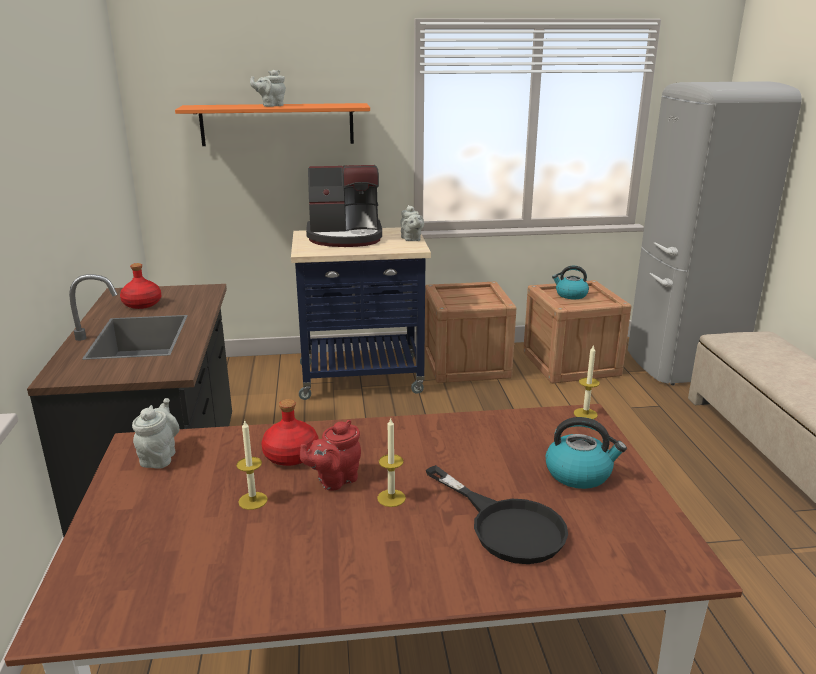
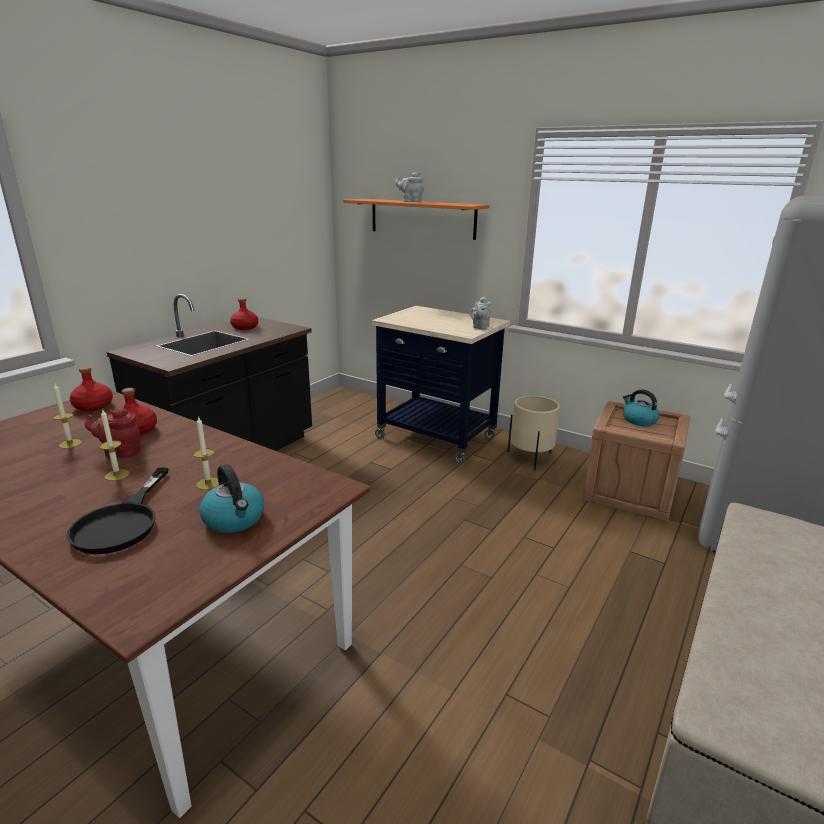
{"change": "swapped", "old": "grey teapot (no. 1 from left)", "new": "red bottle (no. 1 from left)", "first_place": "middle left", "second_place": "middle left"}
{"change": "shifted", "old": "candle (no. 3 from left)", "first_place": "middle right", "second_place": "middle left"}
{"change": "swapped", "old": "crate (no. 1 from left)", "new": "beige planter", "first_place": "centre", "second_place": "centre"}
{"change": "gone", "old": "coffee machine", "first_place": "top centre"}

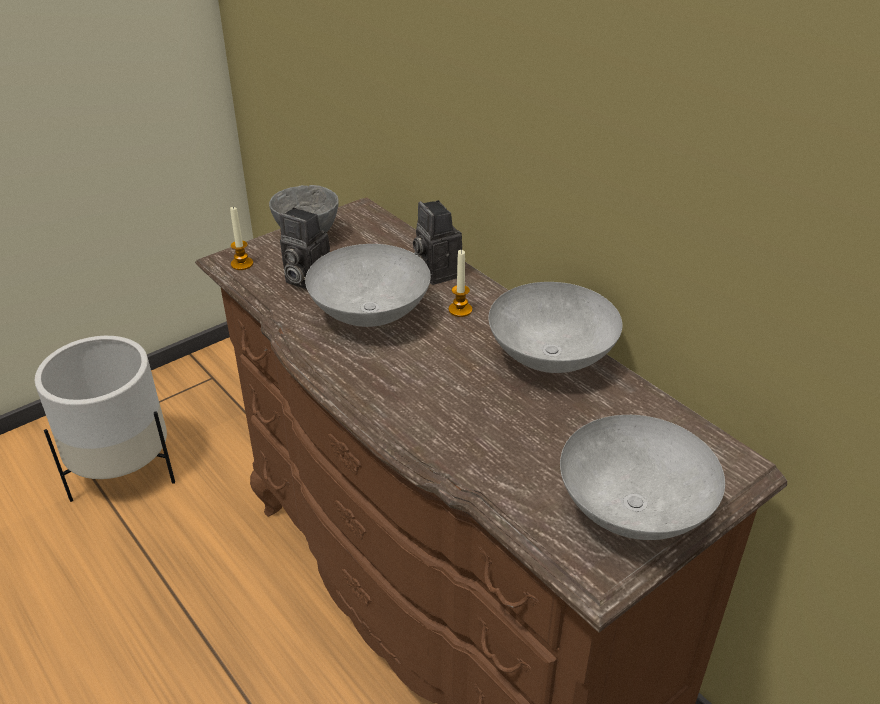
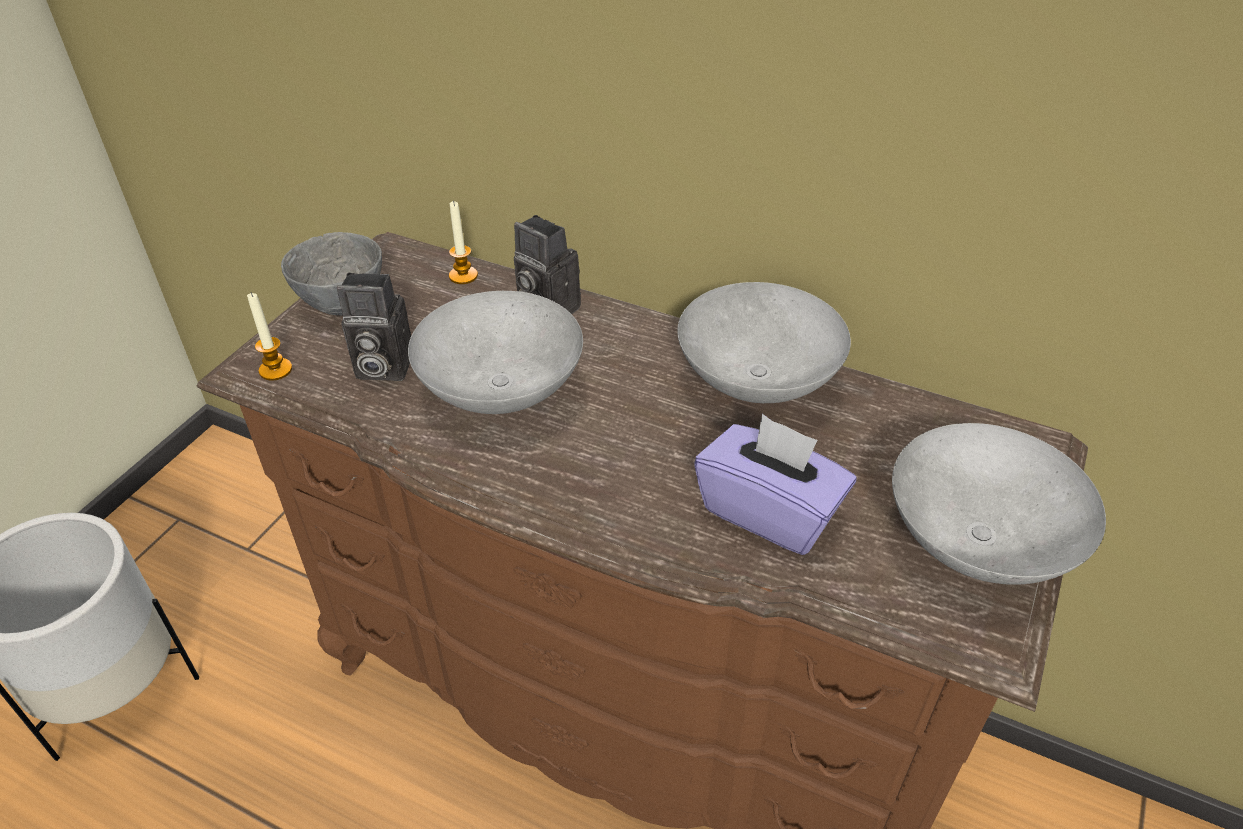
{"change": "shifted", "old": "candle (no. 2 from left)", "first_place": "centre", "second_place": "top centre"}
{"change": "new", "new": "purple tissue box", "second_place": "centre"}

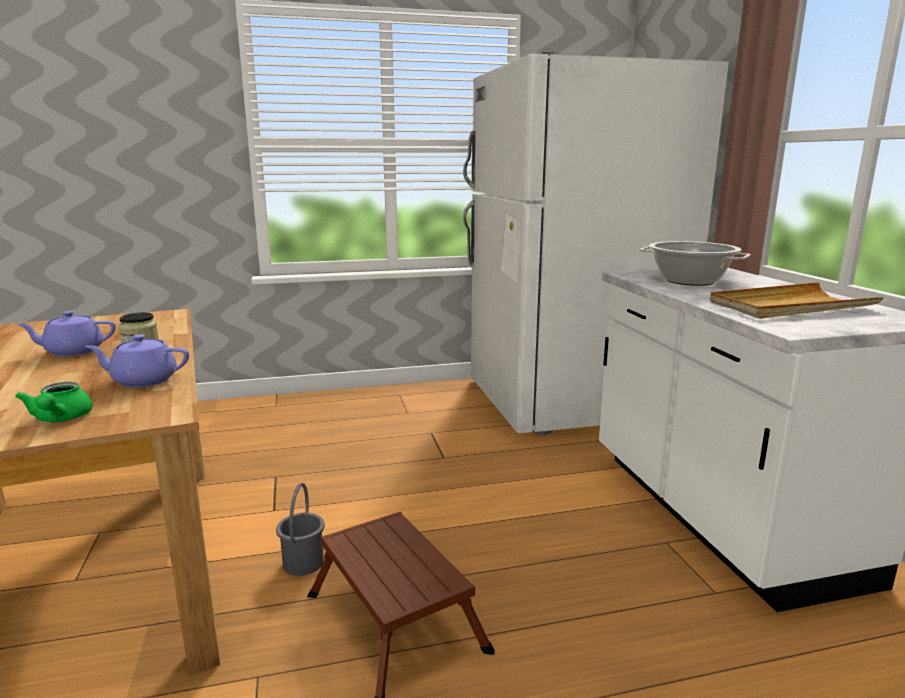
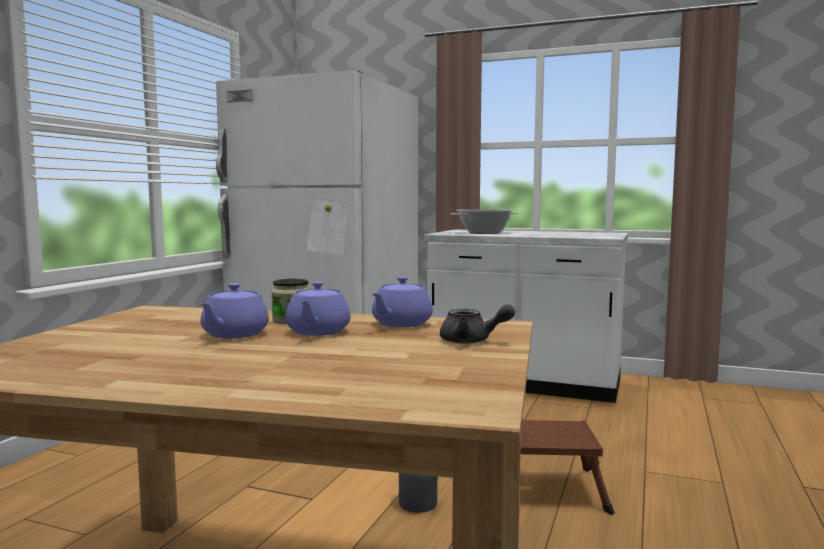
{"change": "new", "new": "purple teapot (no. 2 from left)", "second_place": "centre"}
{"change": "repainted", "old": "green teapot", "new": "grey teapot", "first_place": "middle left", "second_place": "centre"}
{"change": "gone", "old": "beige tray", "first_place": "middle right"}

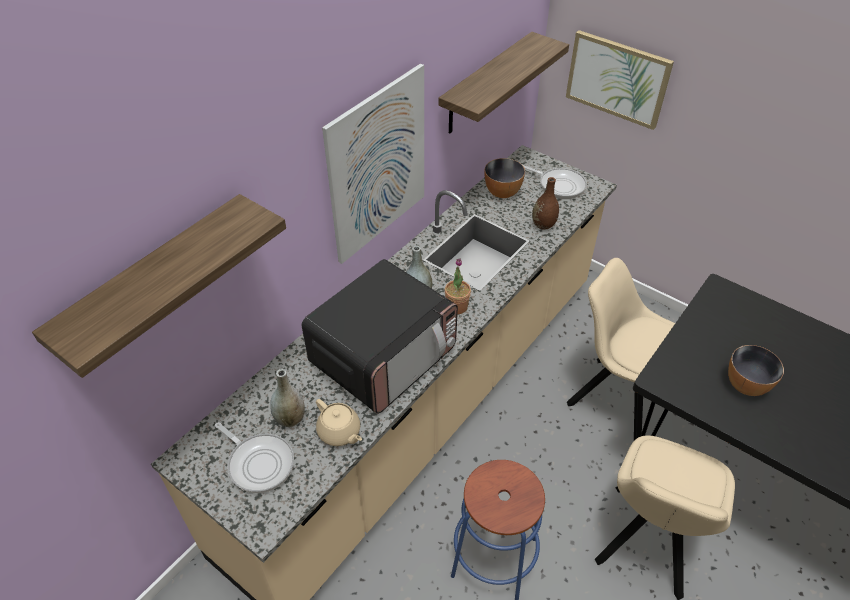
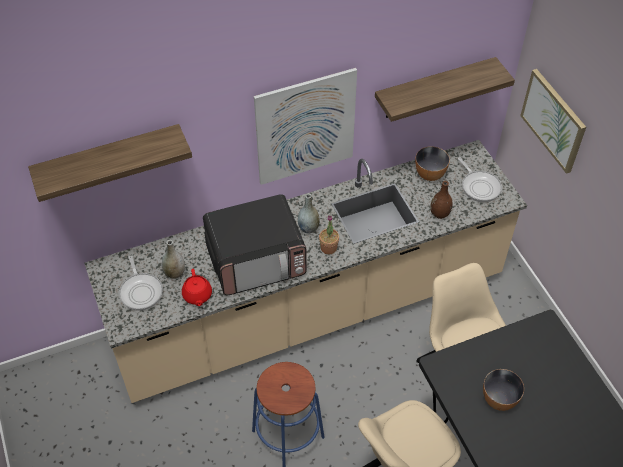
{"change": "repainted", "old": "beige teapot", "new": "red teapot", "first_place": "bottom centre", "second_place": "middle left"}

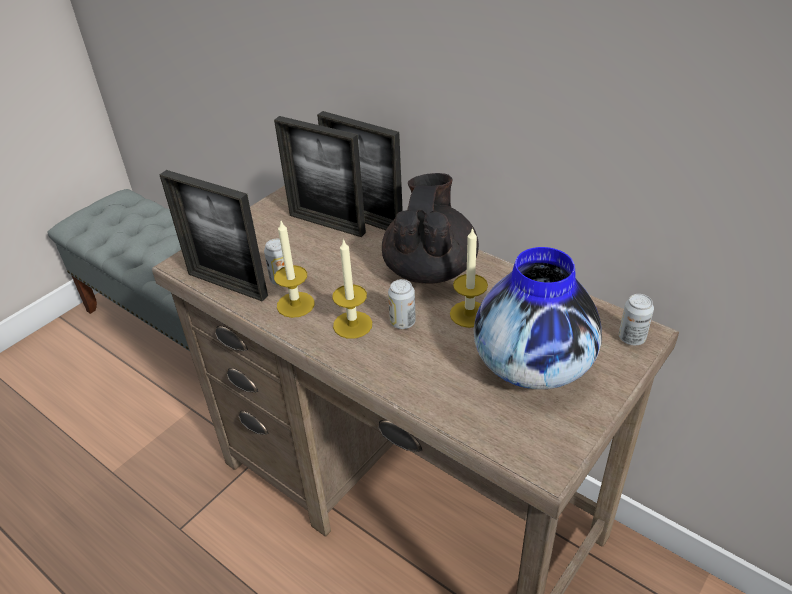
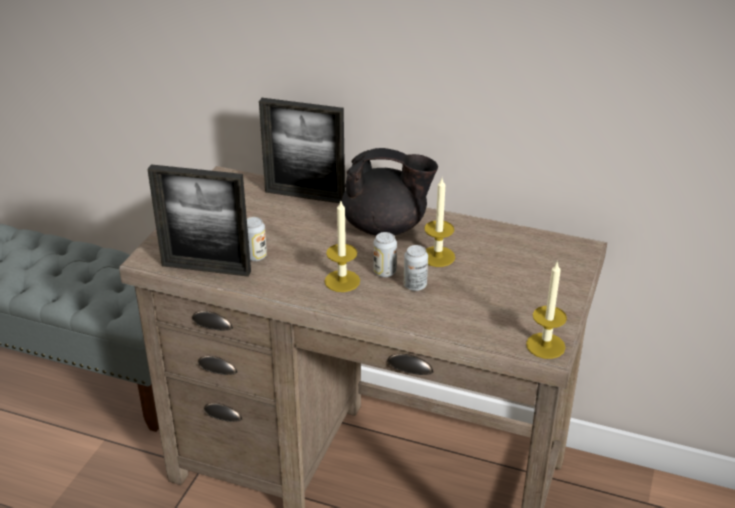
{"change": "rotated", "old": "black teapot", "first_place": "centre", "second_place": "centre", "degrees": 105}
{"change": "shifted", "old": "can (no. 3 from left)", "first_place": "middle right", "second_place": "centre"}
{"change": "shifted", "old": "candle (no. 1 from left in the first image)", "new": "candle (no. 3 from left)", "first_place": "centre", "second_place": "middle right"}
{"change": "gone", "old": "picture frame (no. 2 from left)", "first_place": "top centre"}
{"change": "gone", "old": "vase", "first_place": "middle right"}

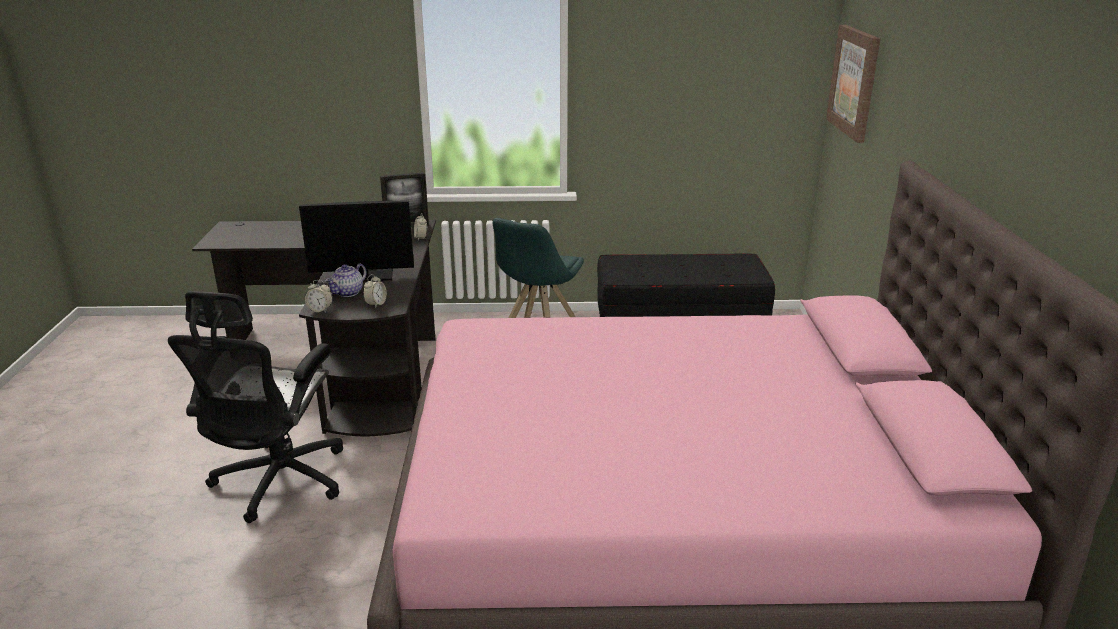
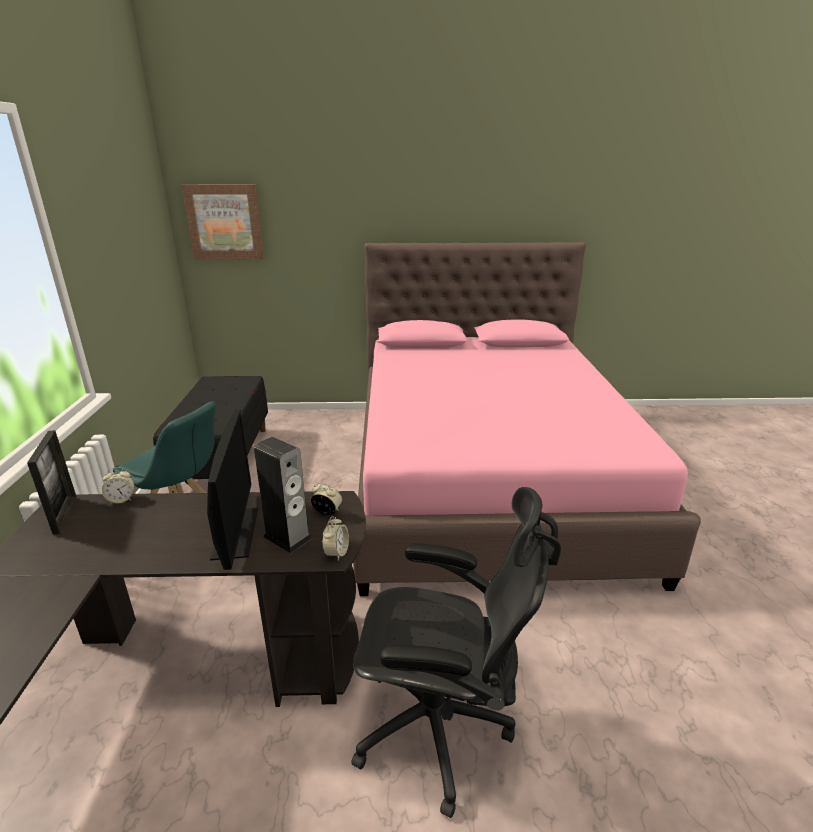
{"change": "swapped", "old": "teapot", "new": "speaker", "first_place": "middle left", "second_place": "centre"}

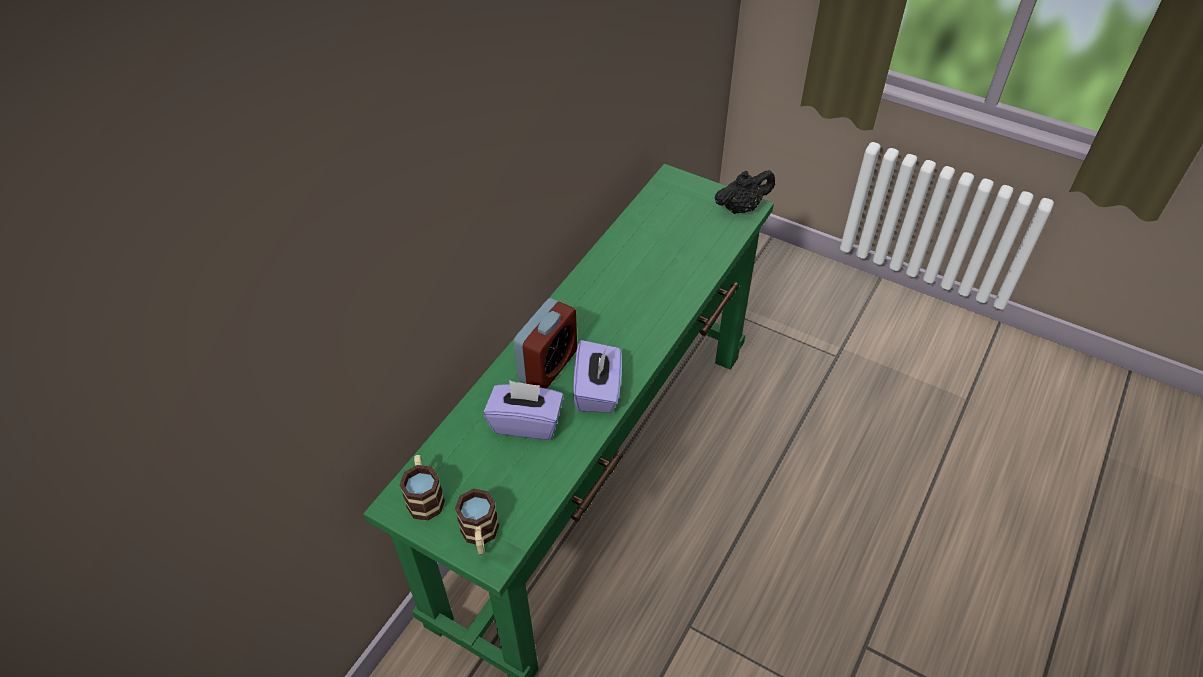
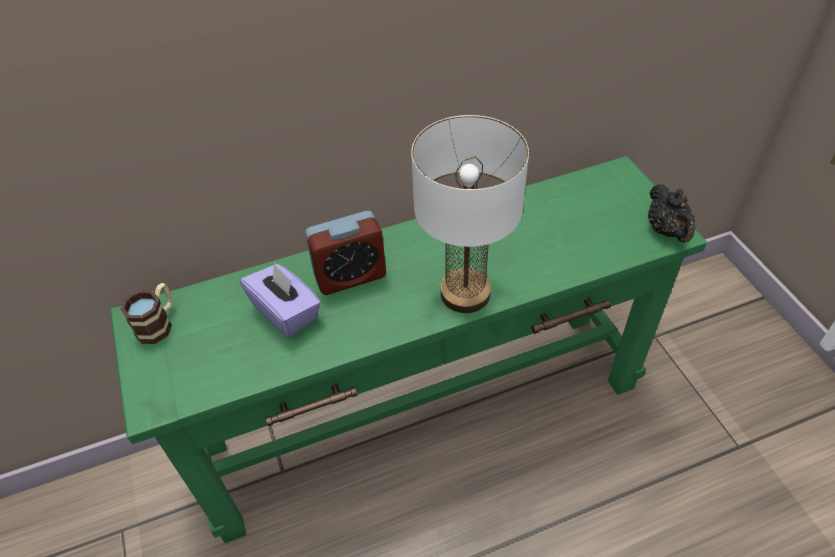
{"change": "new", "new": "table lamp", "second_place": "centre"}
{"change": "rotated", "old": "black teapot", "first_place": "top centre", "second_place": "middle right", "degrees": 60}
{"change": "gone", "old": "mug (no. 2 from left)", "first_place": "bottom centre"}
{"change": "gone", "old": "purple tissue box (no. 2 from left)", "first_place": "centre"}

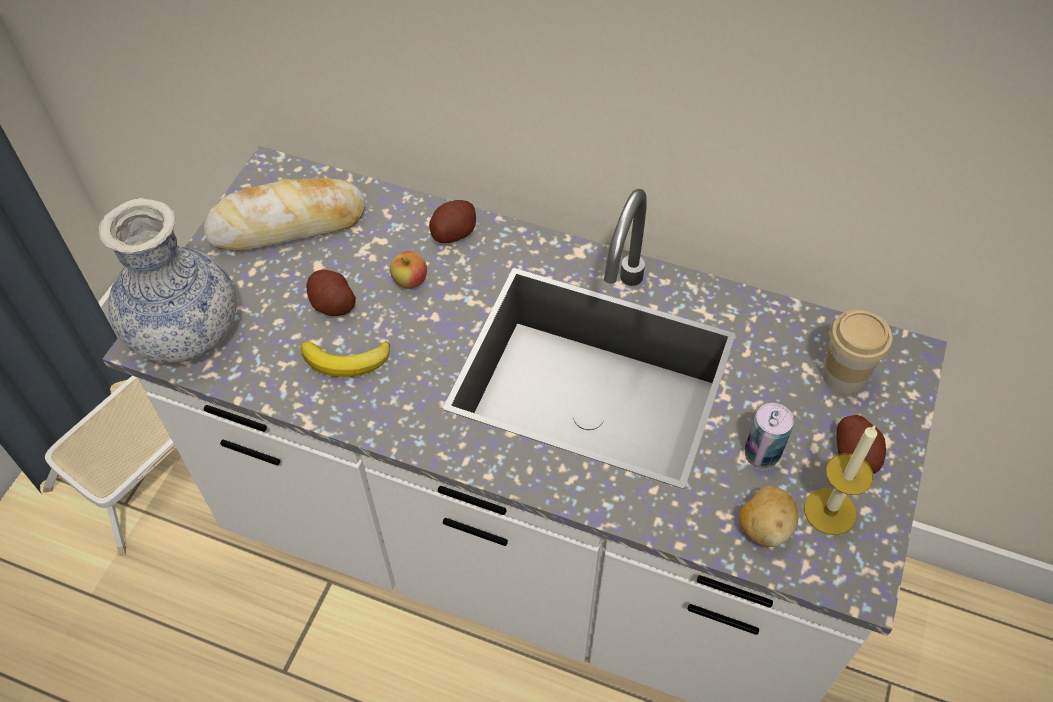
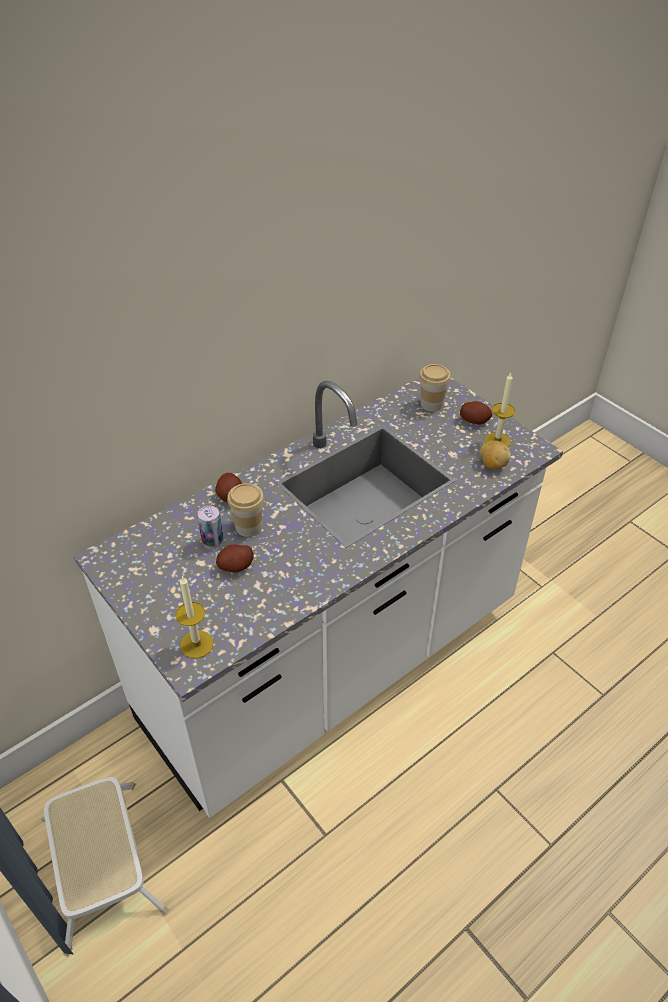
{"change": "swapped", "old": "vase", "new": "candle (no. 1 from left)", "first_place": "middle left", "second_place": "middle left"}
{"change": "shifted", "old": "can", "first_place": "middle right", "second_place": "middle left"}
{"change": "swapped", "old": "apple", "new": "cup (no. 1 from left)", "first_place": "centre", "second_place": "centre"}
{"change": "gone", "old": "bread", "first_place": "top left"}
{"change": "gone", "old": "banana", "first_place": "middle left"}

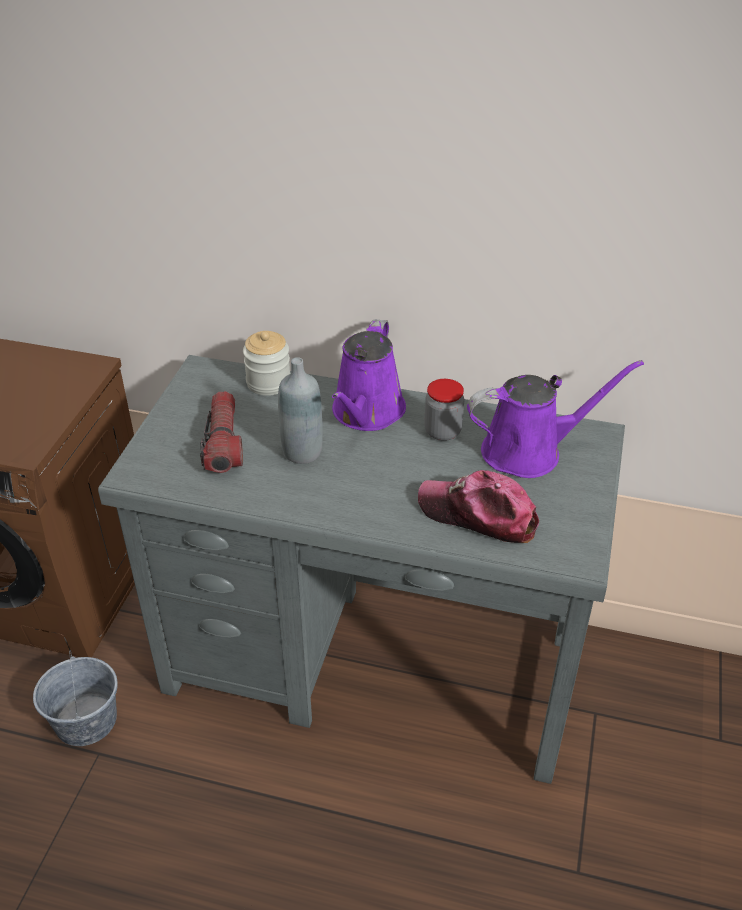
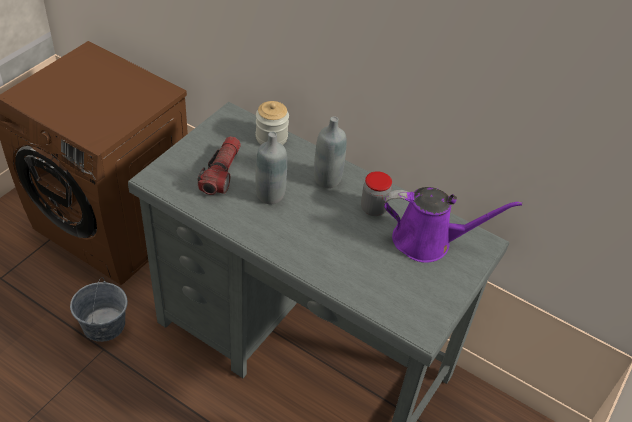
{"change": "swapped", "old": "purple watering can (no. 1 from left)", "new": "grey bottle (no. 2 from left)", "first_place": "centre", "second_place": "centre"}
{"change": "gone", "old": "cap", "first_place": "centre"}

